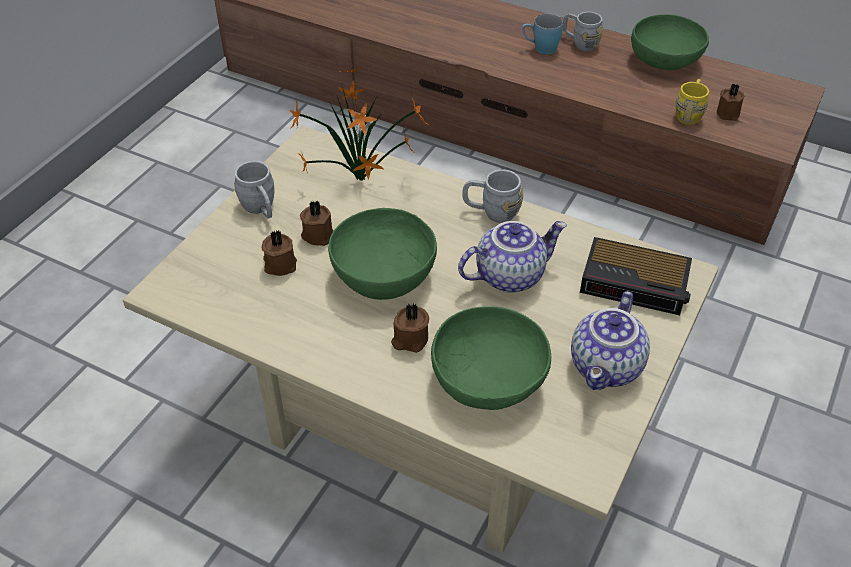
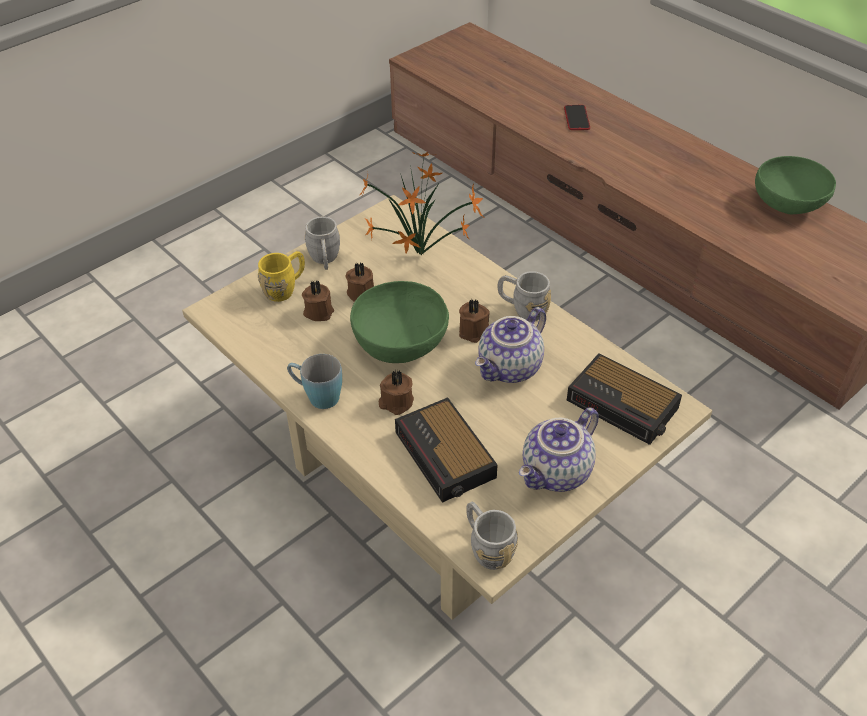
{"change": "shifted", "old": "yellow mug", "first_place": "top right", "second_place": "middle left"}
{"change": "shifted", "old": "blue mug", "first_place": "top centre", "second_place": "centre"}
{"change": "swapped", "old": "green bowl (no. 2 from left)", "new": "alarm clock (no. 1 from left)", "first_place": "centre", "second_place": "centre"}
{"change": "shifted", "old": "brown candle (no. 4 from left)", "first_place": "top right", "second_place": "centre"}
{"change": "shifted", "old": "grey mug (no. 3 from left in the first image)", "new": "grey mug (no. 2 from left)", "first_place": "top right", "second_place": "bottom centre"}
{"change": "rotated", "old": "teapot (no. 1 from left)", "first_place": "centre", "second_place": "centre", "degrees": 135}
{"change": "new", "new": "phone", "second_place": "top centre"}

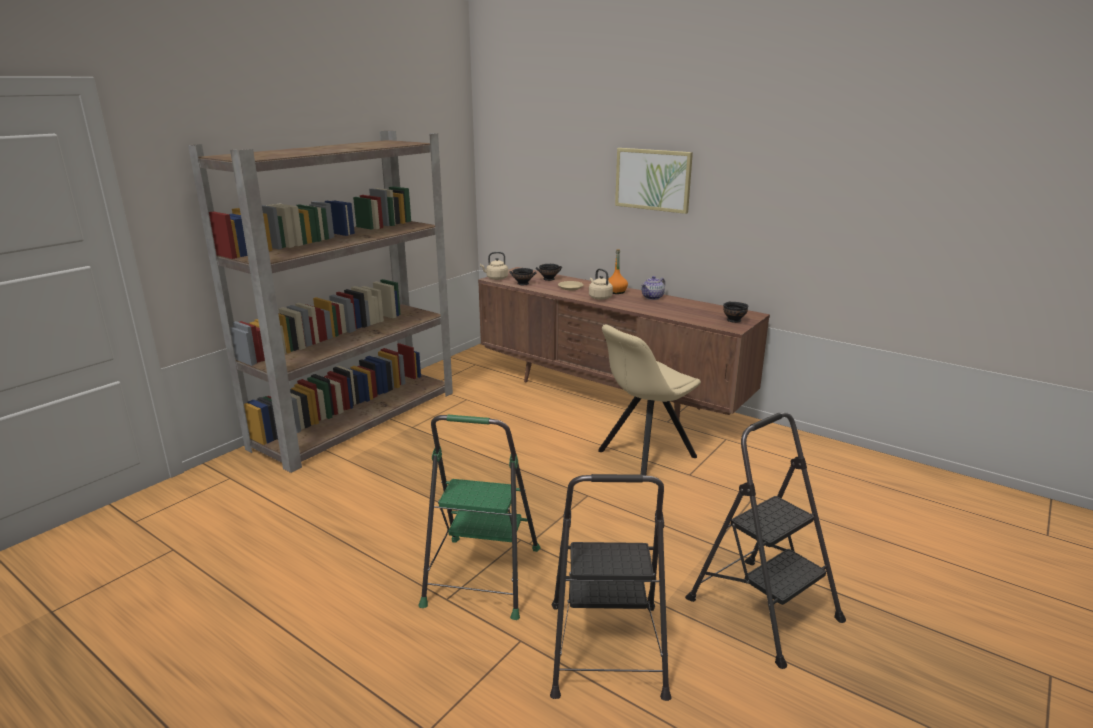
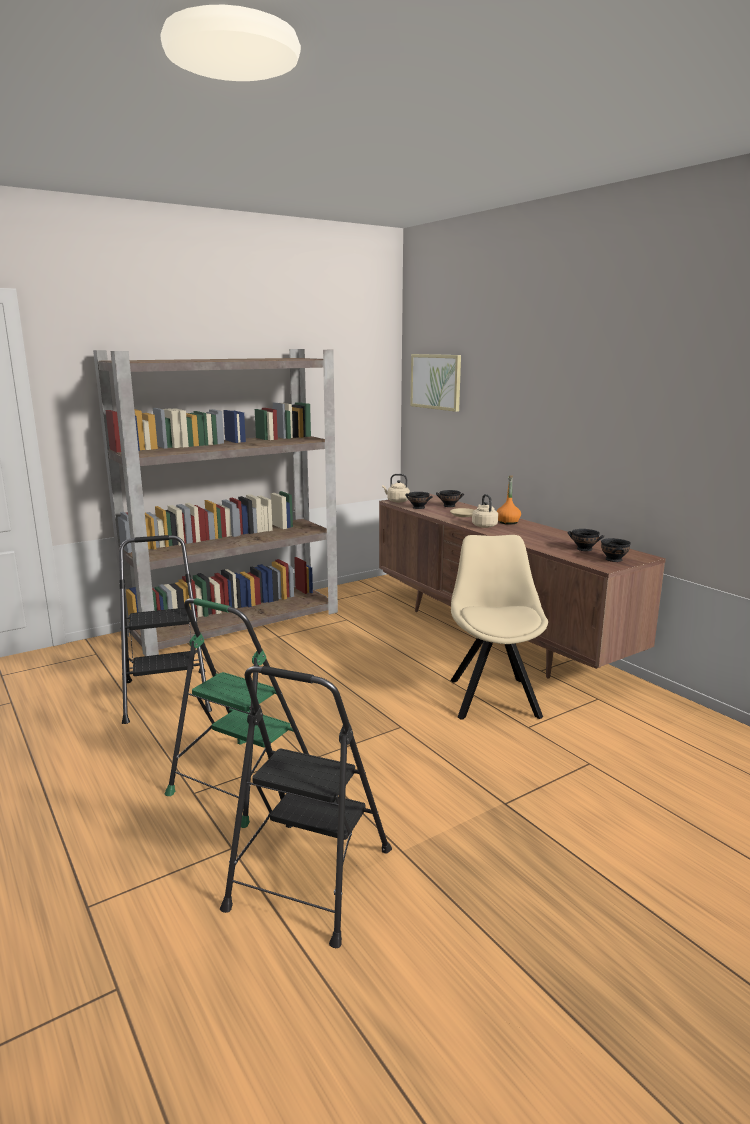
{"change": "shifted", "old": "black step ladder (no. 2 from left in the first image)", "new": "black step ladder (no. 1 from left)", "first_place": "bottom right", "second_place": "middle left"}
{"change": "shifted", "old": "picture", "first_place": "top centre", "second_place": "centre"}
{"change": "rotated", "old": "beige chair", "first_place": "centre", "second_place": "centre", "degrees": 105}
{"change": "new", "new": "black bowl (no. 3 from left)", "second_place": "middle right"}
{"change": "gone", "old": "teapot", "first_place": "centre"}

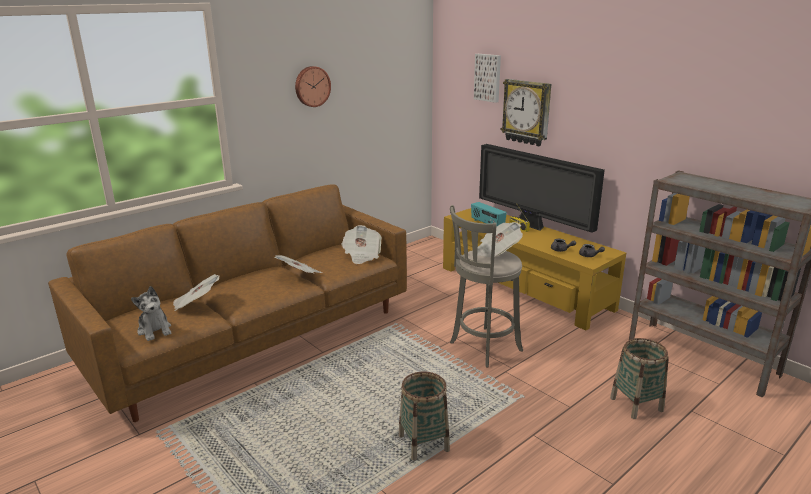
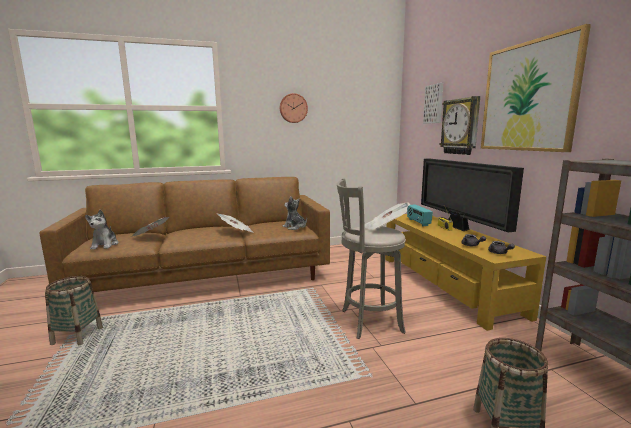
{"change": "shifted", "old": "basket (no. 1 from left)", "first_place": "bottom centre", "second_place": "bottom left"}
{"change": "swapped", "old": "newspaper (no. 3 from left)", "new": "plush toy (no. 2 from left)", "first_place": "centre", "second_place": "centre"}
{"change": "new", "new": "picture (no. 2 from left)", "second_place": "top right"}

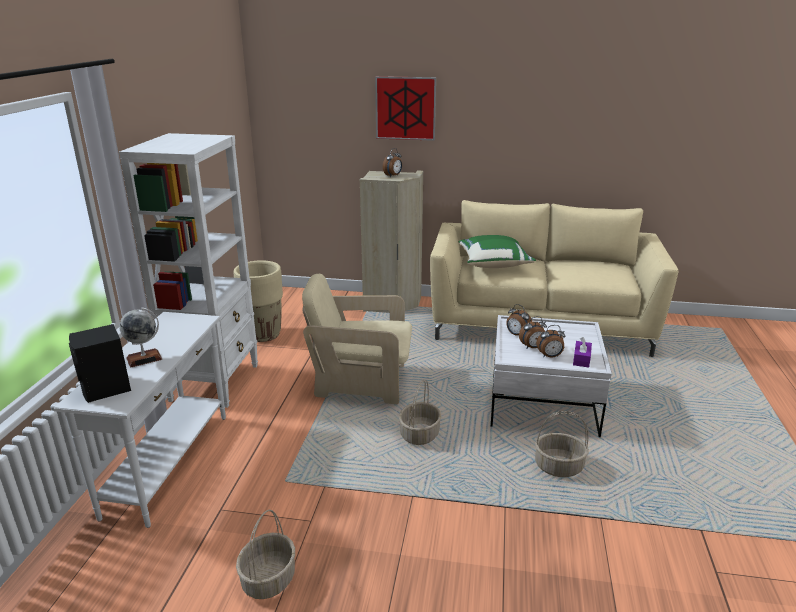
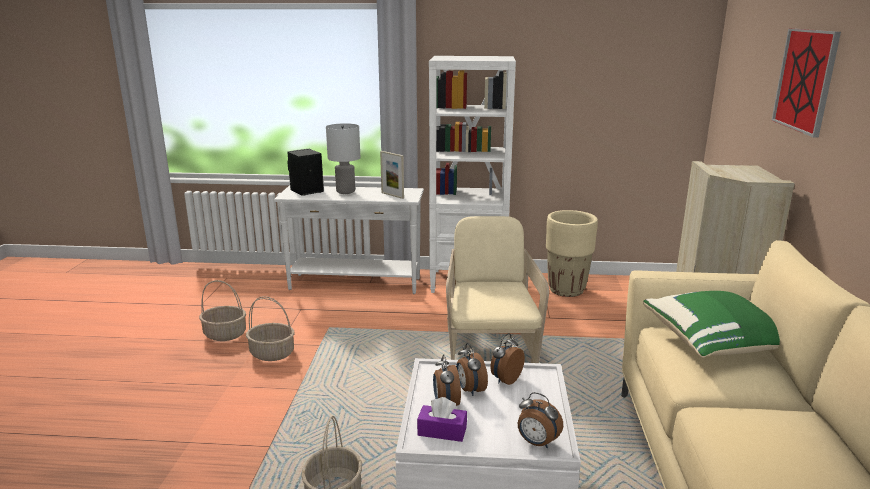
{"change": "shifted", "old": "basket (no. 2 from left)", "first_place": "bottom centre", "second_place": "bottom left"}
{"change": "swapped", "old": "globe", "new": "grey table lamp", "first_place": "middle left", "second_place": "top centre"}
{"change": "new", "new": "picture frame", "second_place": "centre"}
{"change": "shifted", "old": "alarm clock (no. 1 from left in the first image)", "new": "alarm clock (no. 4 from left)", "first_place": "top centre", "second_place": "bottom centre"}

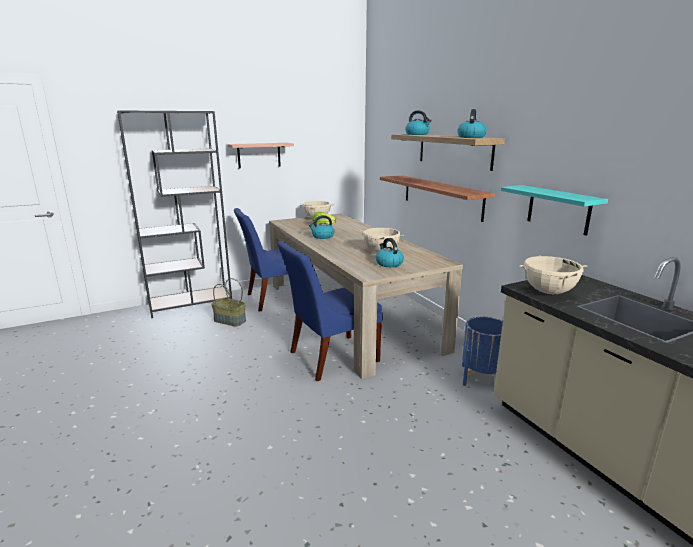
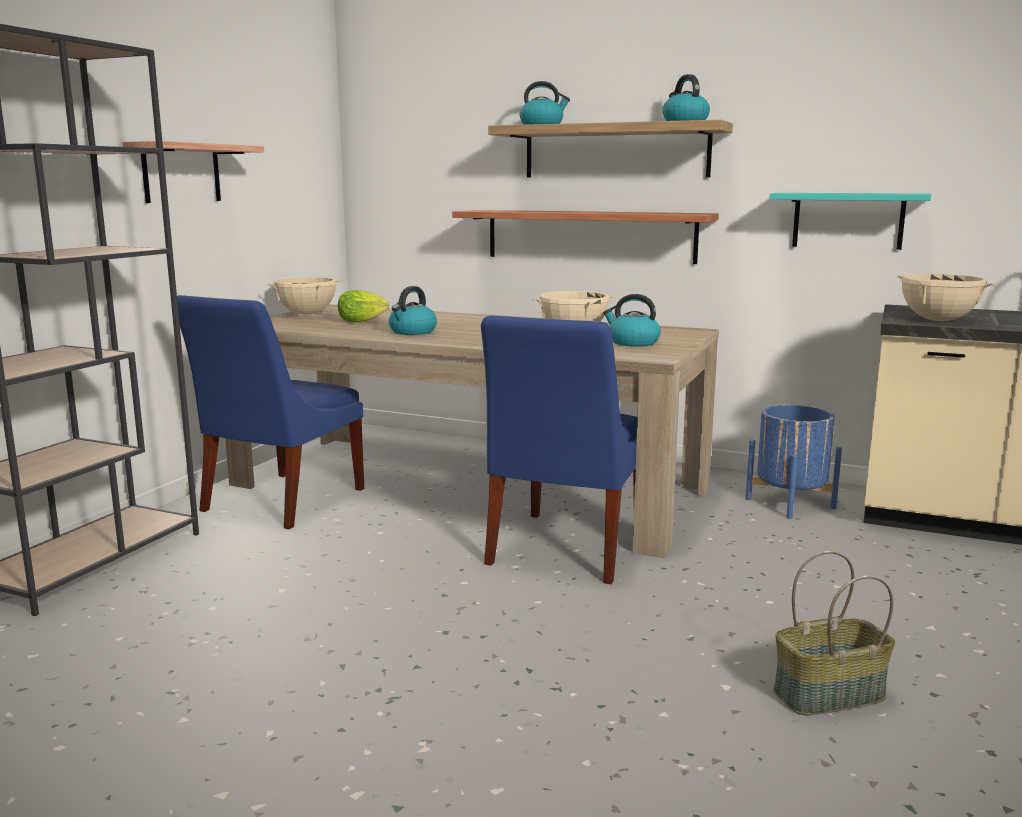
{"change": "shifted", "old": "basket", "first_place": "middle left", "second_place": "bottom right"}

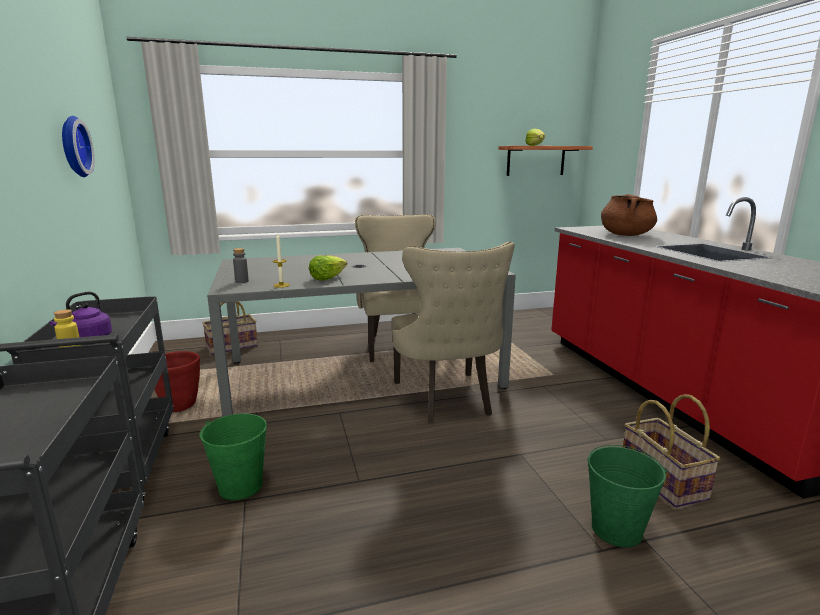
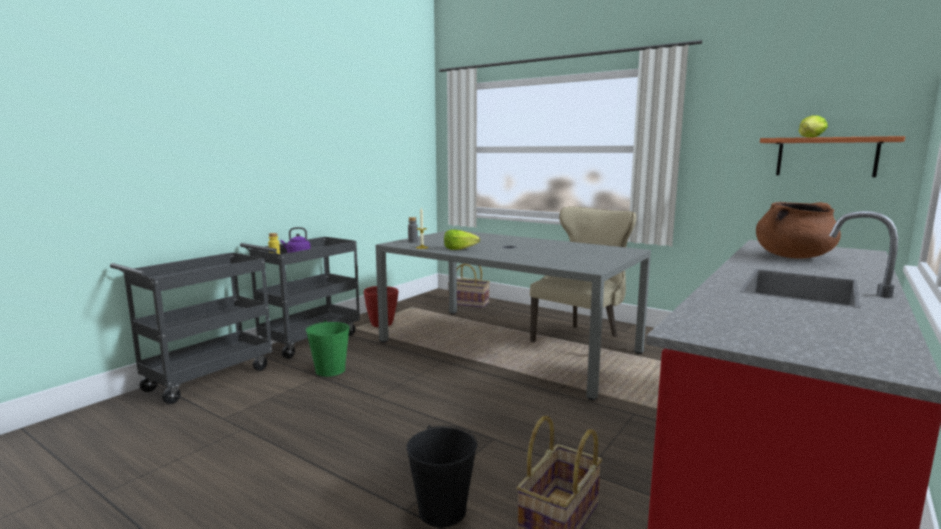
{"change": "repainted", "old": "green bucket (no. 2 from left)", "new": "black bucket", "first_place": "bottom right", "second_place": "bottom centre"}
{"change": "gone", "old": "wall clock", "first_place": "top left"}
{"change": "gone", "old": "beige chair (no. 2 from left)", "first_place": "centre"}

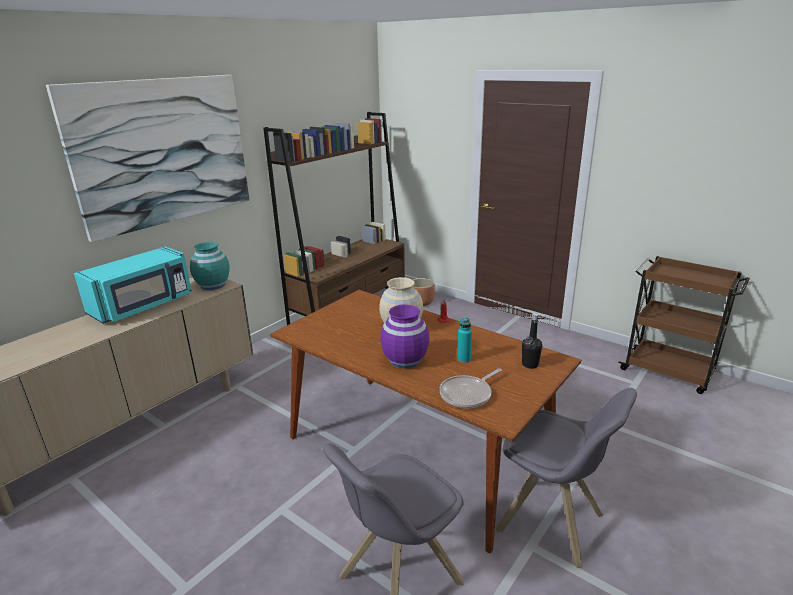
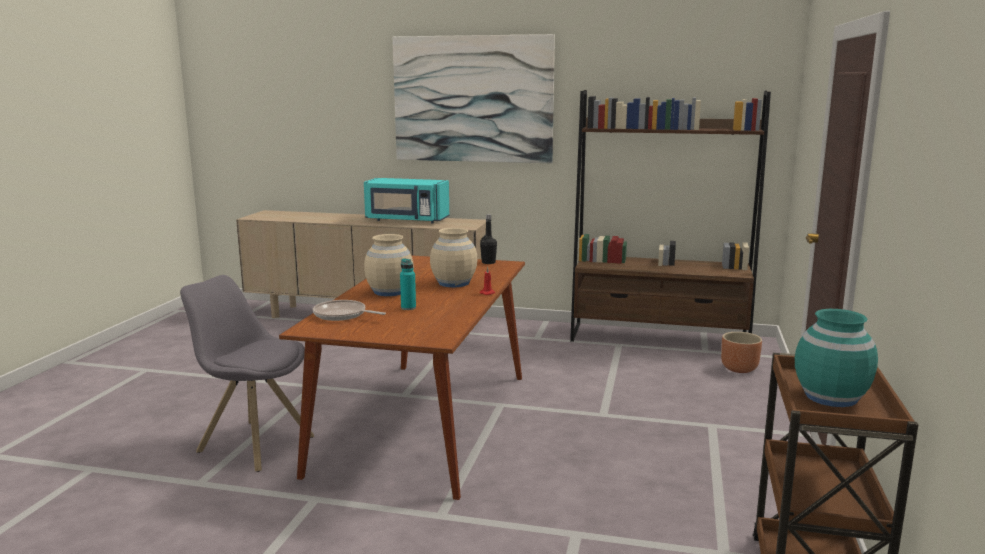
{"change": "repainted", "old": "purple vase", "new": "beige vase (no. 1 from left)", "first_place": "centre", "second_place": "centre"}
{"change": "shifted", "old": "black bottle", "first_place": "middle right", "second_place": "centre"}
{"change": "shifted", "old": "turquoise vase", "first_place": "middle left", "second_place": "middle right"}
{"change": "gone", "old": "grey chair (no. 2 from left)", "first_place": "bottom right"}

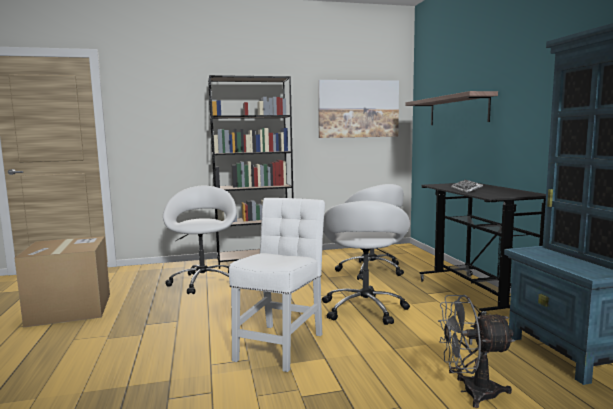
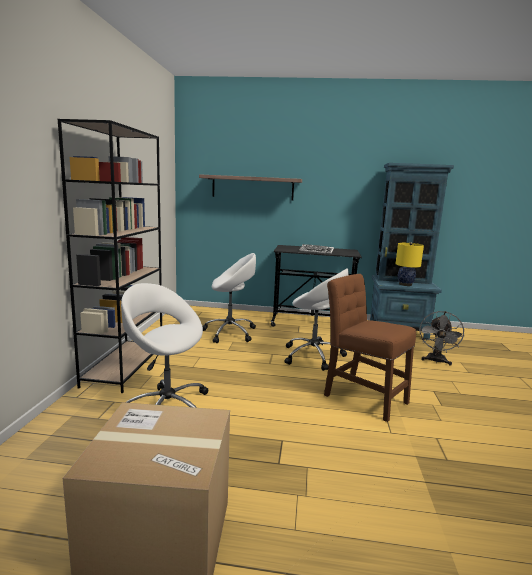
{"change": "repainted", "old": "white chair", "new": "brown chair", "first_place": "bottom centre", "second_place": "middle right"}
{"change": "new", "new": "yellow table lamp", "second_place": "middle right"}
{"change": "gone", "old": "picture", "first_place": "top centre"}

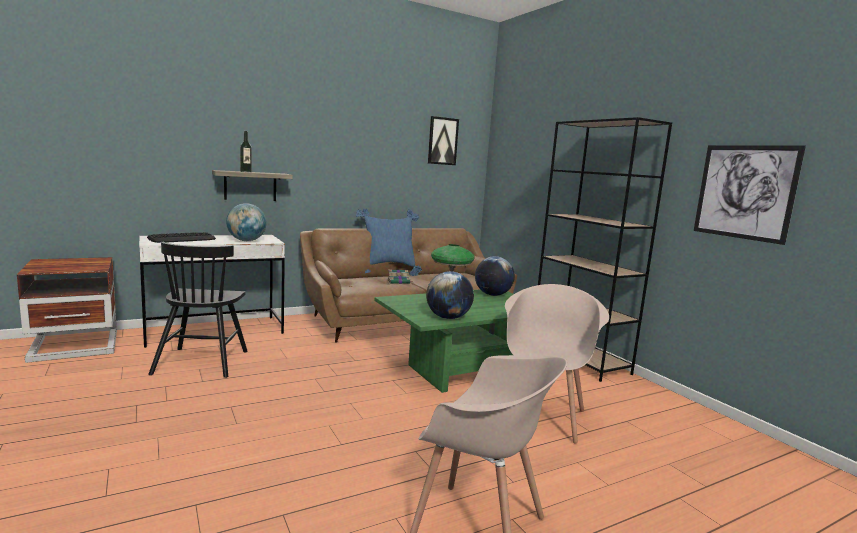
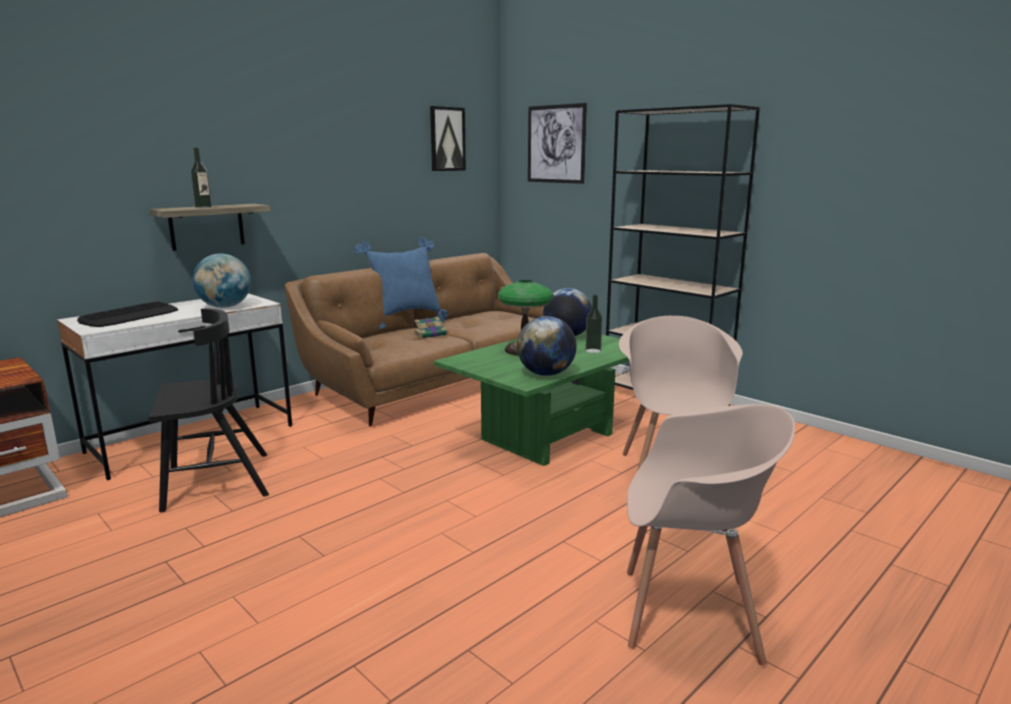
{"change": "rotated", "old": "black chair", "first_place": "middle left", "second_place": "middle left", "degrees": -90}
{"change": "shifted", "old": "picture (no. 2 from left)", "first_place": "middle right", "second_place": "top centre"}
{"change": "new", "new": "bottle (no. 2 from left)", "second_place": "centre"}

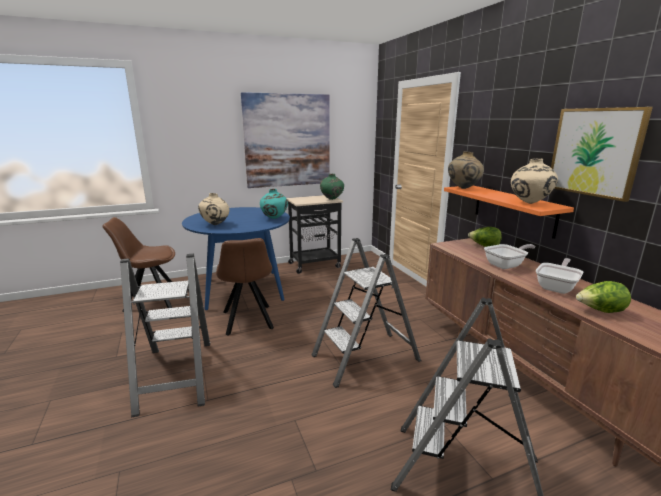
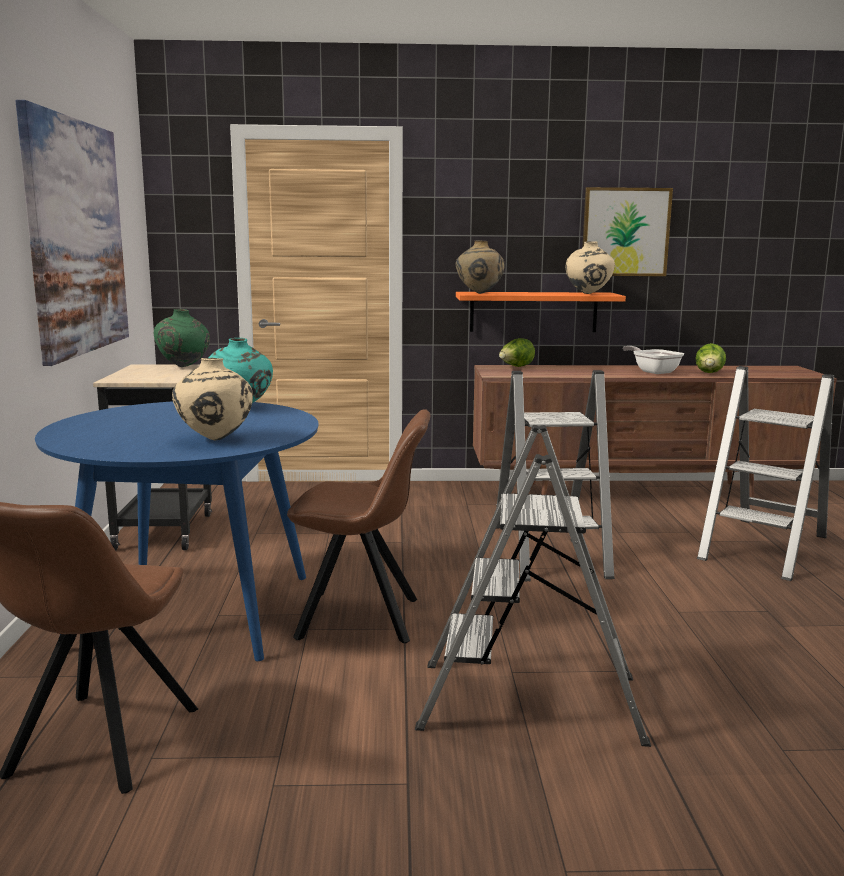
{"change": "gone", "old": "frying pan (no. 1 from left)", "first_place": "middle right"}

